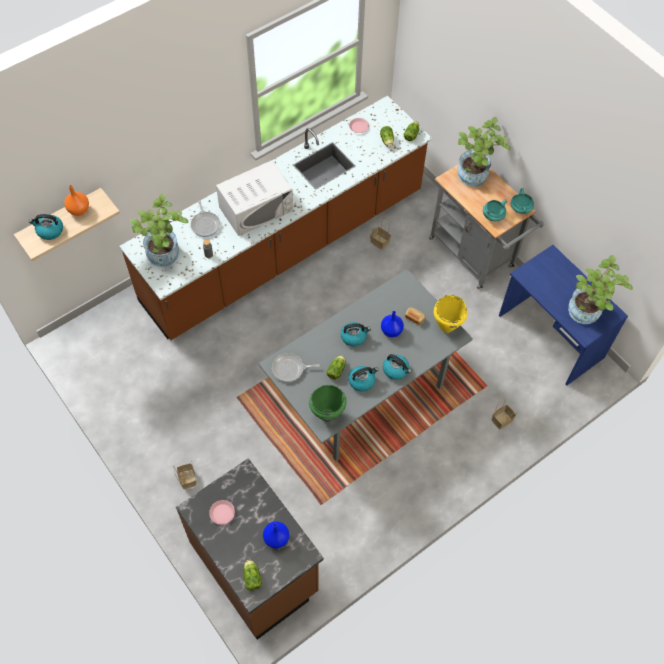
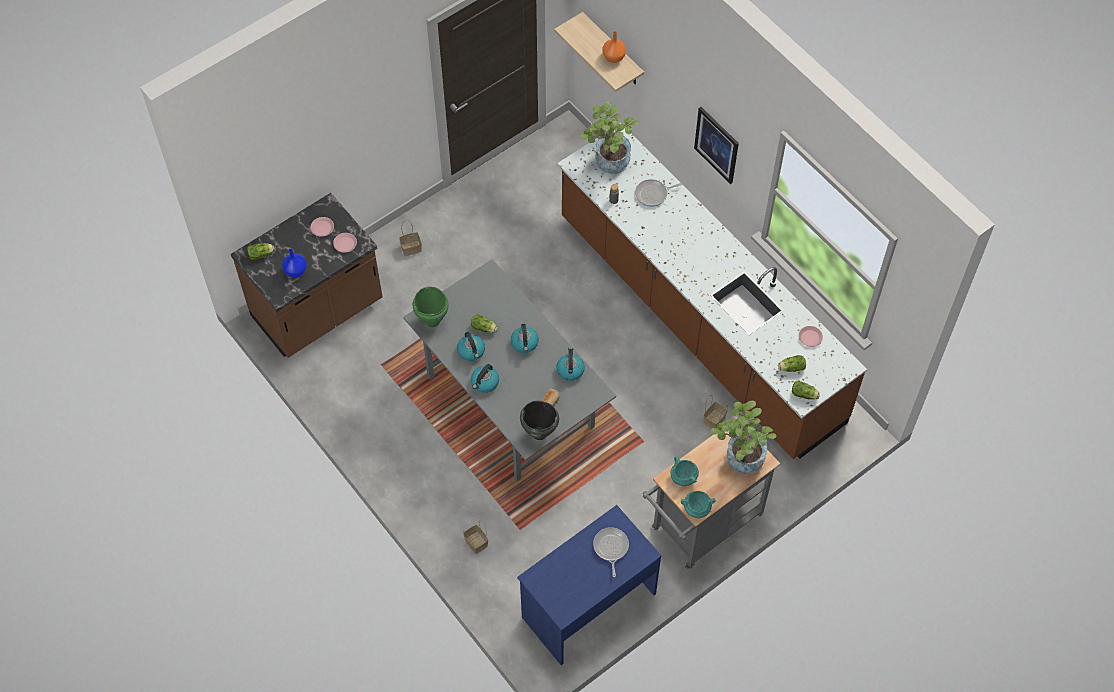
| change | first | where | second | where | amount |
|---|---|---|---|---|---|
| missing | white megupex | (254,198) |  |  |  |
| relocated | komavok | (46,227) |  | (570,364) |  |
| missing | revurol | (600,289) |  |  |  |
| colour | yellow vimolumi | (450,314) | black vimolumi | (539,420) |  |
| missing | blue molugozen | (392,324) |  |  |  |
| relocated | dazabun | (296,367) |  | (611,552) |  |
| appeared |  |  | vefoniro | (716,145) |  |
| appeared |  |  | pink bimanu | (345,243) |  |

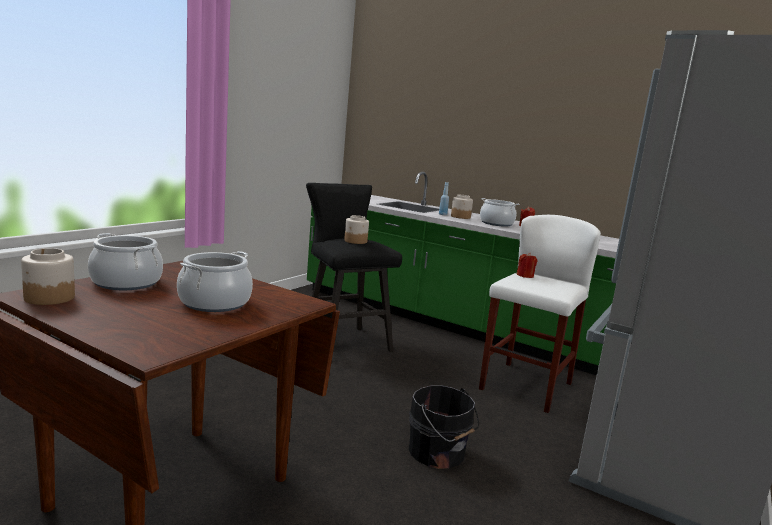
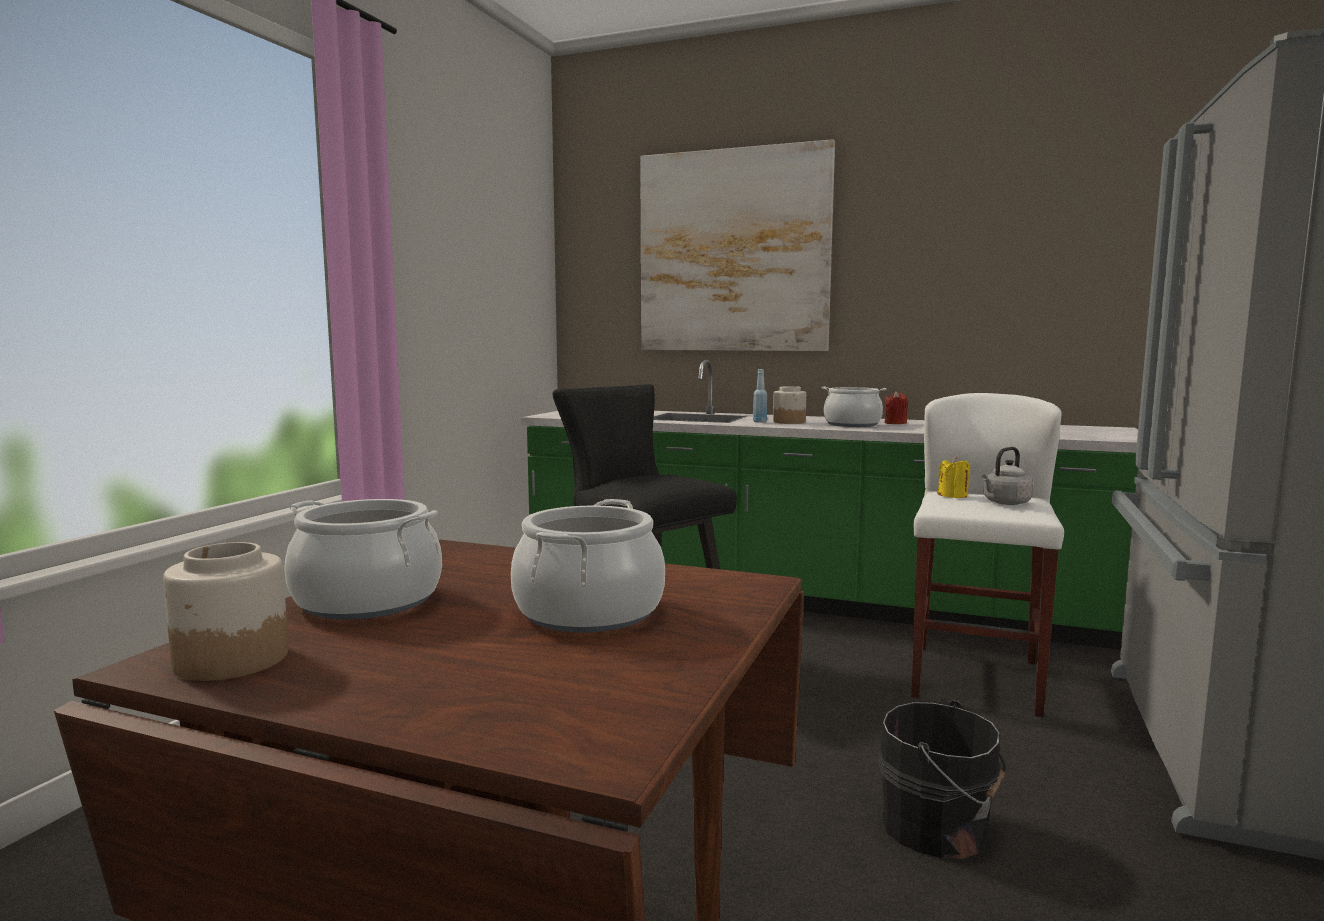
| change | first | where | second | where | amount |
|---|---|---|---|---|---|
| missing | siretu | (356,229) |  |  |  |
| colour | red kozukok | (527,265) | yellow kozukok | (953,477) |  |
| appeared |  |  | vefoniro | (737,245) |  |
| appeared |  |  | grey komavok | (1007,476) |  |

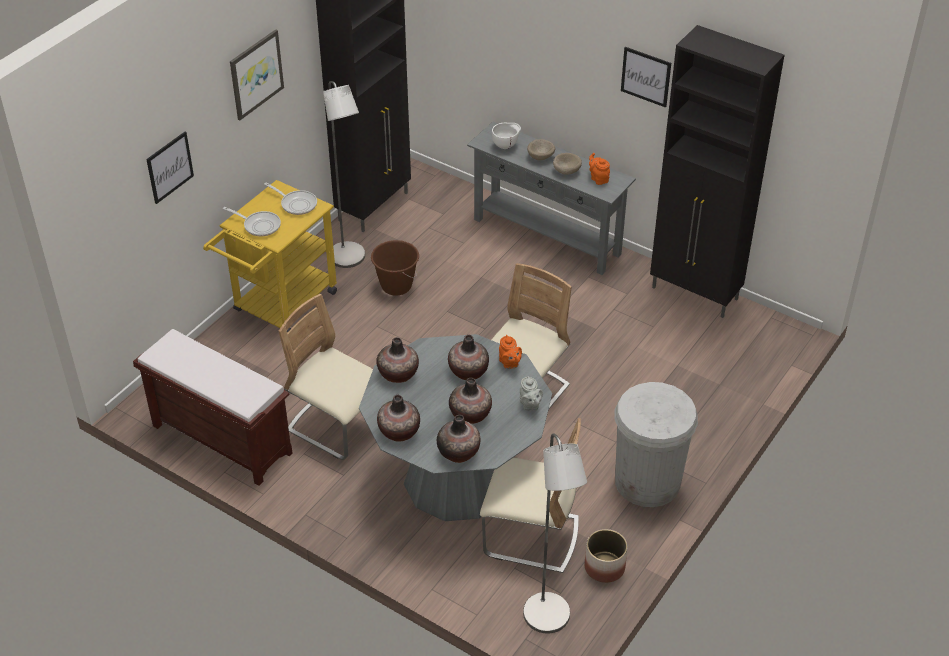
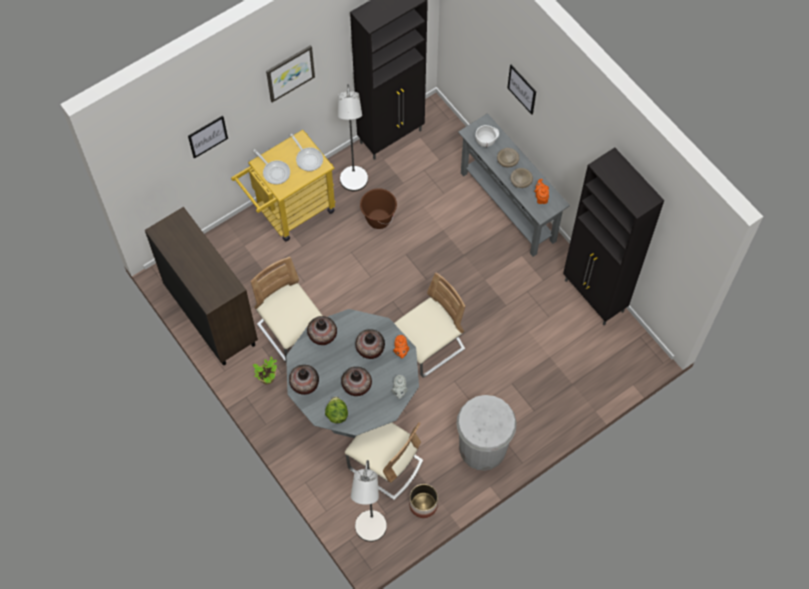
| change | first | where | second | where | amount |
|---|---|---|---|---|---|
| relocated | vefoniro | (646,77) |  | (521,90) |  |
| exchanged | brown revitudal | (212,407) | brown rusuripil | (201,286) |  |
| exchanged | molugozen | (458,439) | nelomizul | (336,410) |  |
| appeared |  |  | revurol | (265,370) |  |

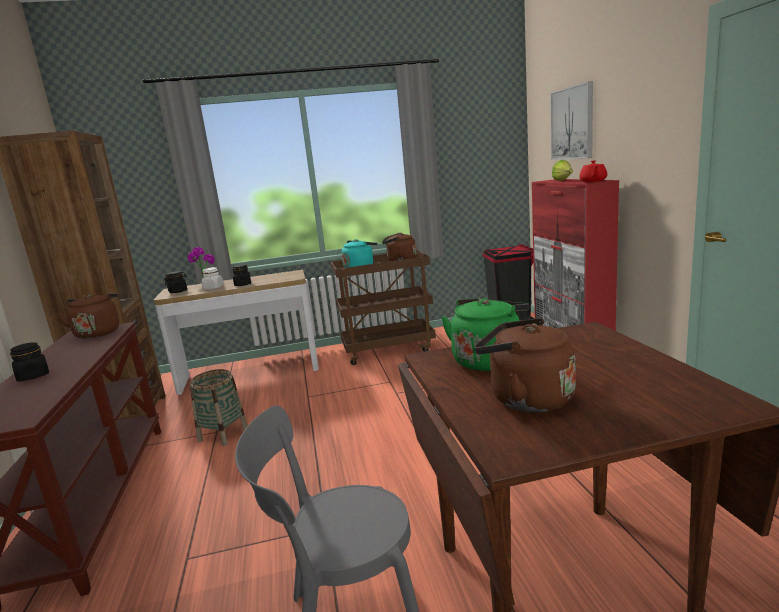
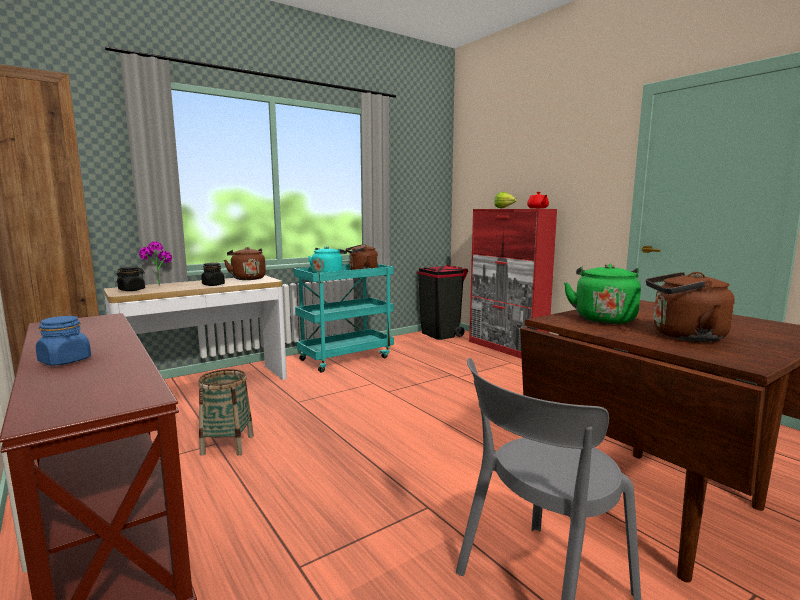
| change | first | where | second | where | amount |
|---|---|---|---|---|---|
| missing | vefoniro | (571,120) |  |  |  |
| colour | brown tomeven | (383,307) | turquoise tomeven | (344,318) |  |
| missing | white siretu | (213,278) |  |  |  |
| relocated | brown komavok | (88,316) |  | (245,263) |  |
| colour | black siretu | (29,361) | blue siretu | (63,341) |  |

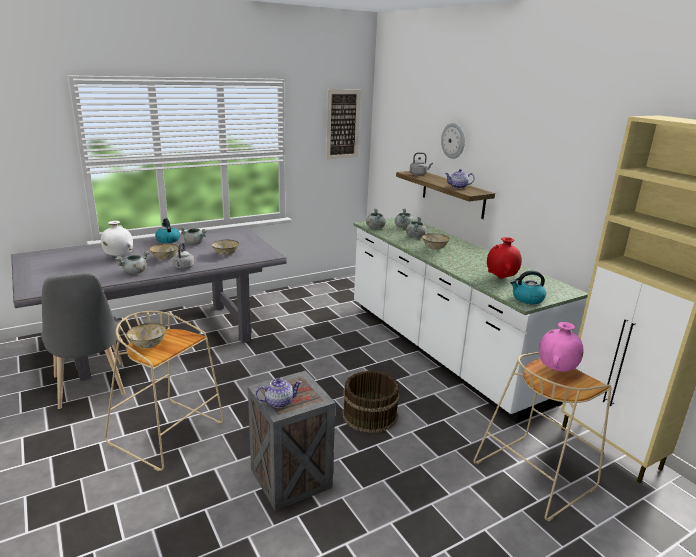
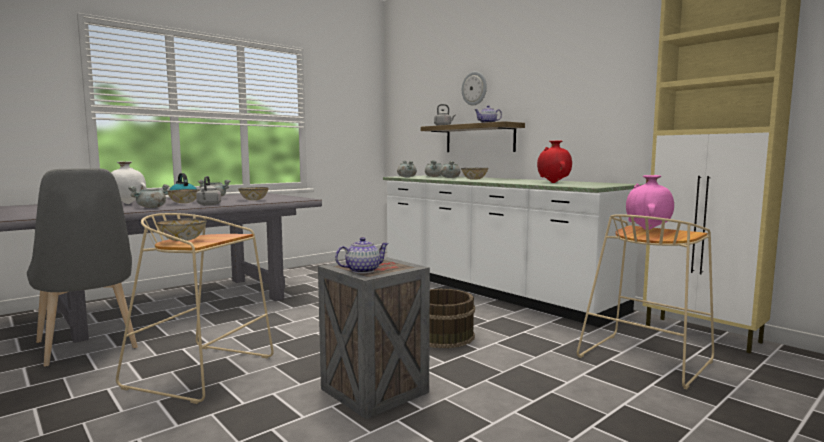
| change | first | where | second | where | amount |
|---|---|---|---|---|---|
| missing | vefoniro | (343,124) |  |  |  |
| missing | komavok | (528,287) |  |  |  |

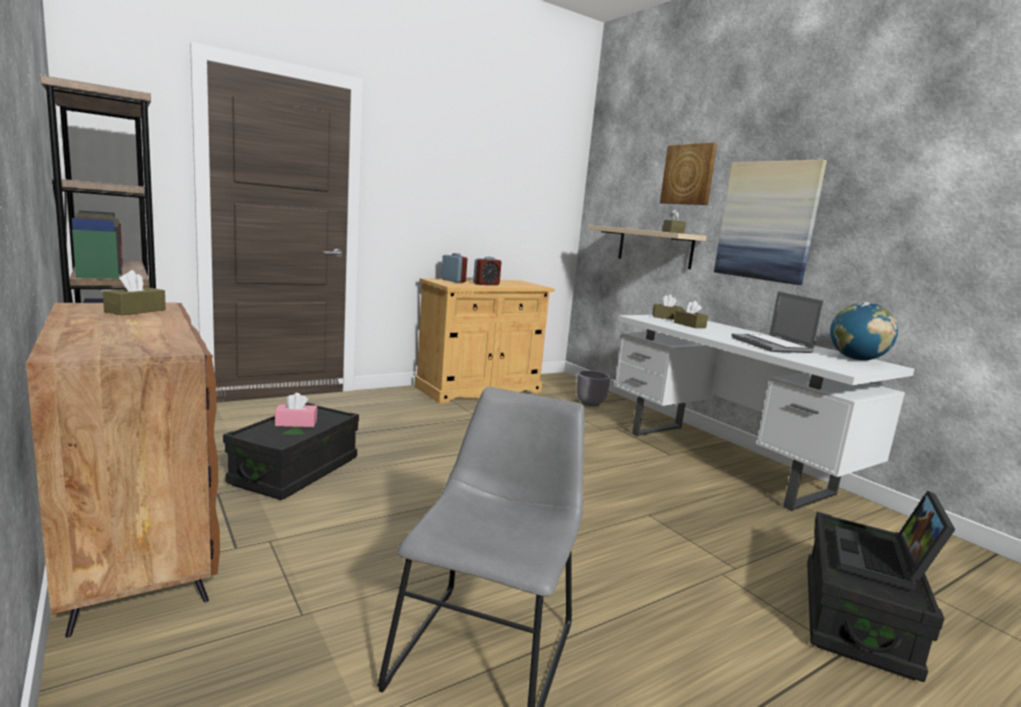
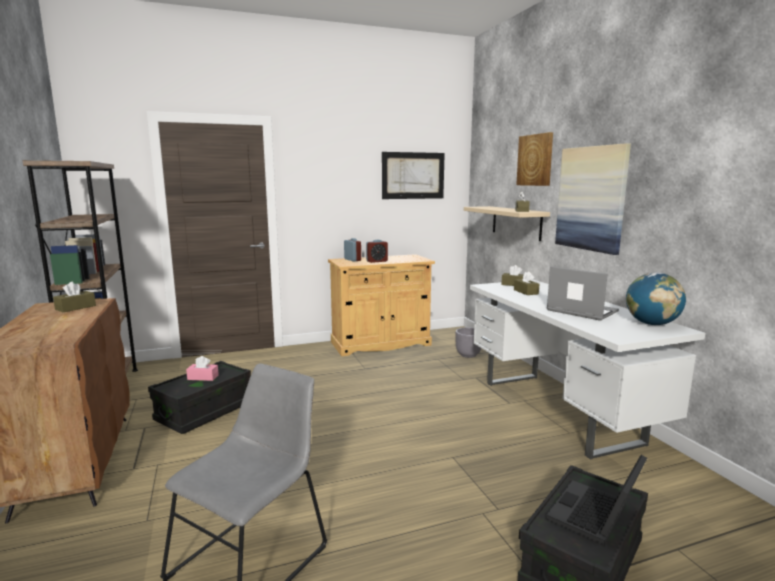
| change | first | where | second | where | amount |
|---|---|---|---|---|---|
| spun | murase | (777,322) |  | (583,293) | 135 degrees clockwise |
| appeared |  |  | vefoniro | (413,175) |  |

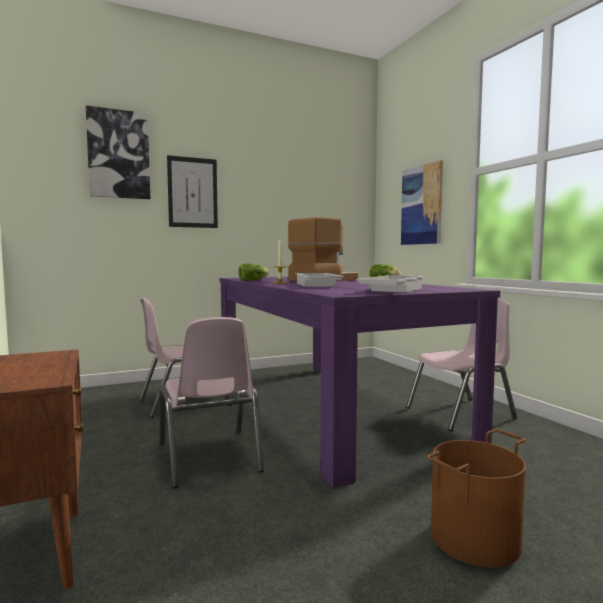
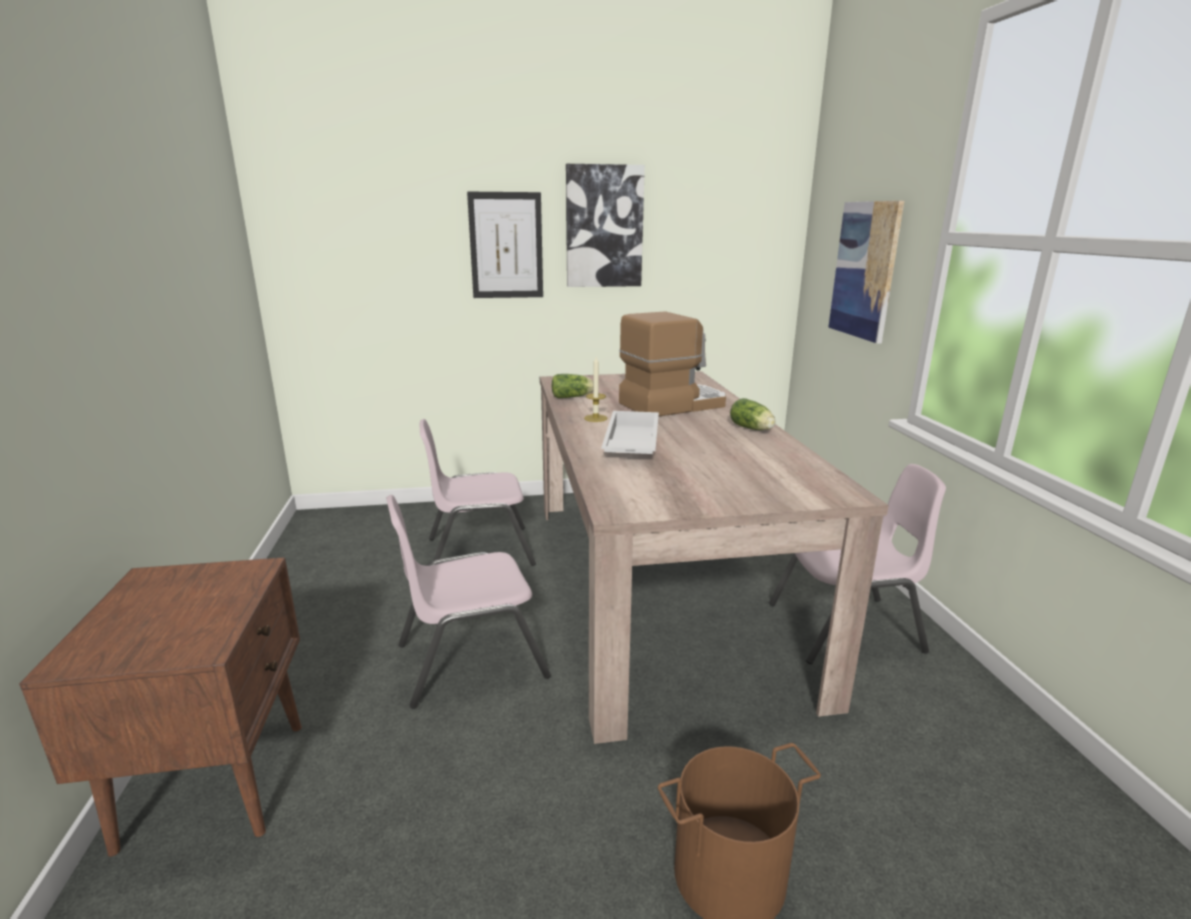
| change | first | where | second | where | amount |
|---|---|---|---|---|---|
| relocated | vefoniro | (118,152) |  | (605,225) |  |
| missing | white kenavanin | (390,283) |  |  |  |
| colour | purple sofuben | (360,382) | beige sofuben | (714,557) |  |
| spun | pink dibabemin | (211,402) |  | (468,602) | 75 degrees clockwise |

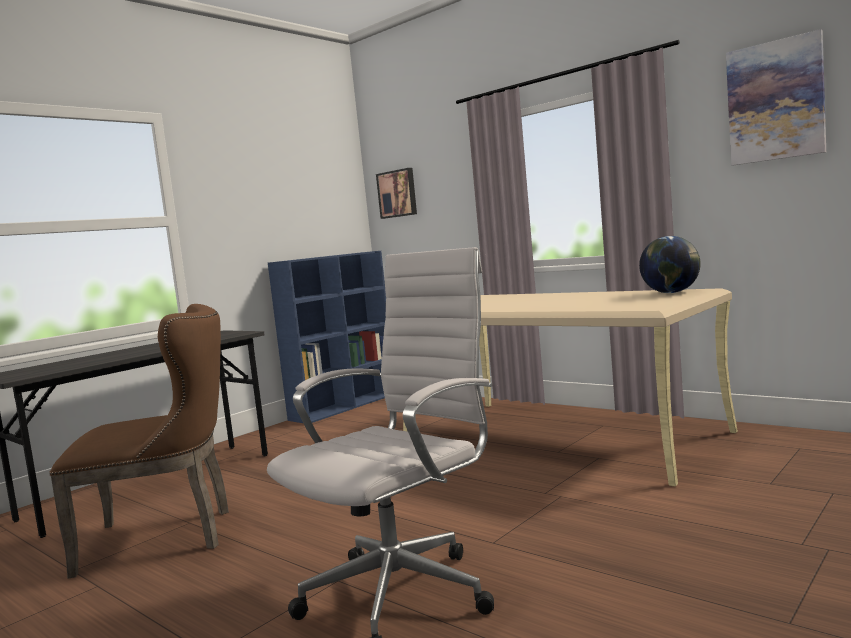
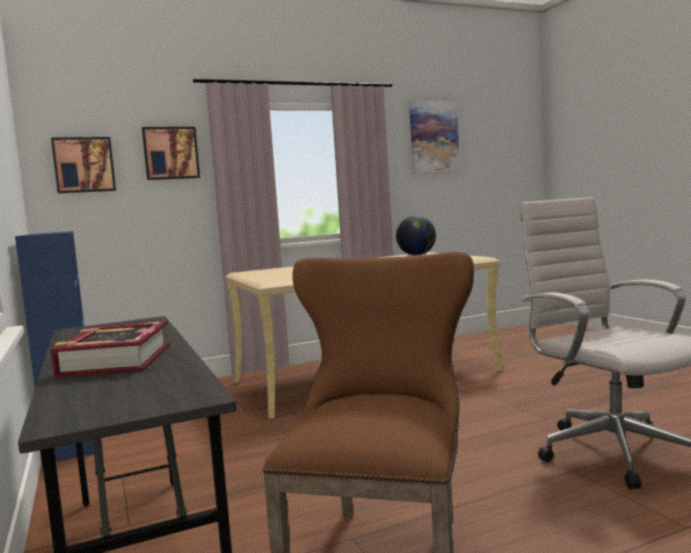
| change | first | where | second | where | amount |
|---|---|---|---|---|---|
| appeared |  |  | vefoniro | (171,153) |  |
| appeared |  |  | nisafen | (110,349) |  |

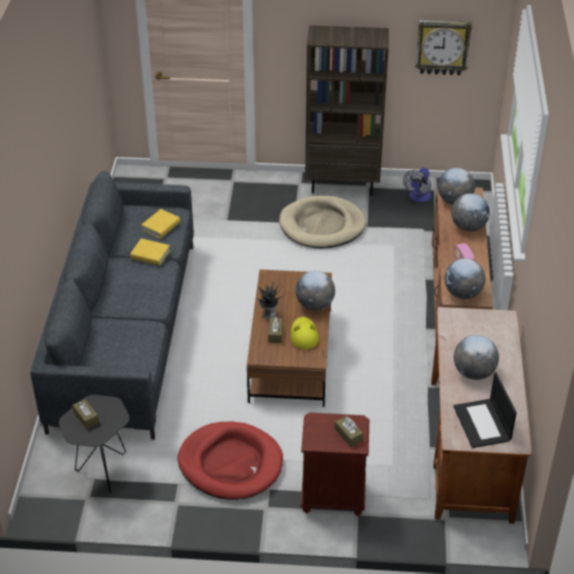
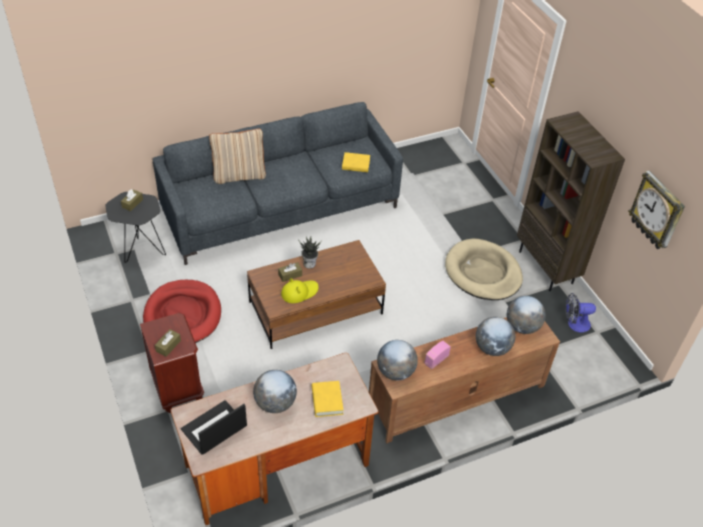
| change | first | where | second | where | amount |
|---|---|---|---|---|---|
| relocated | yellow nisafen | (150,252) |  | (327,399) |  |
| missing | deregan | (315,291) |  |  |  |
| appeared |  |  | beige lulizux | (237,156) |  |

